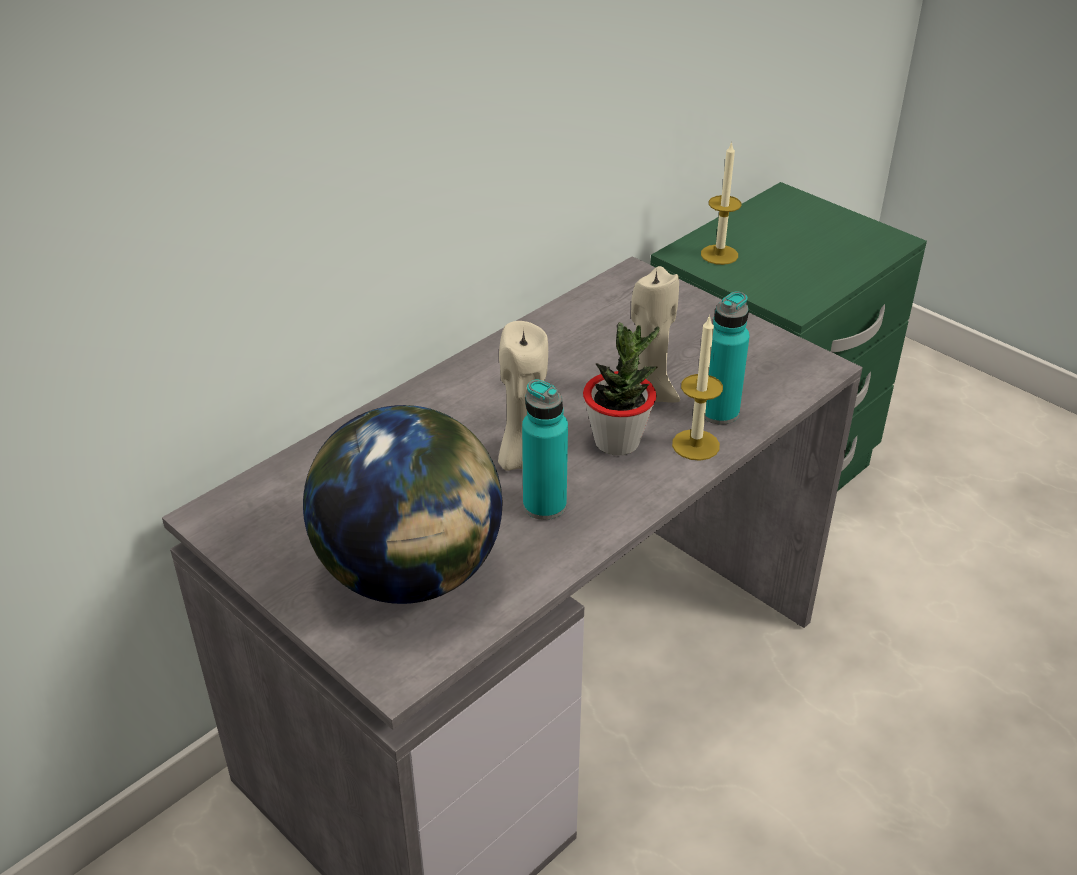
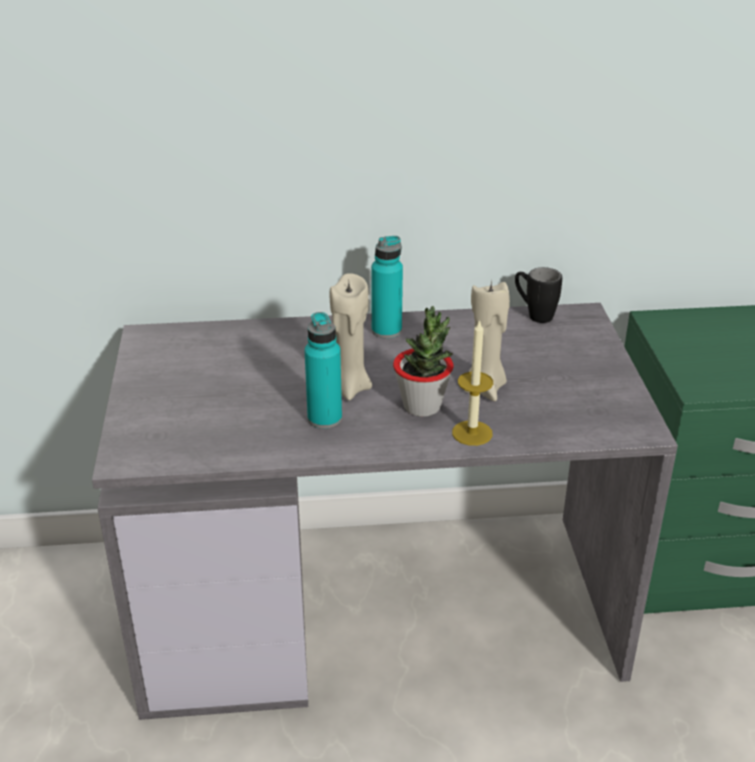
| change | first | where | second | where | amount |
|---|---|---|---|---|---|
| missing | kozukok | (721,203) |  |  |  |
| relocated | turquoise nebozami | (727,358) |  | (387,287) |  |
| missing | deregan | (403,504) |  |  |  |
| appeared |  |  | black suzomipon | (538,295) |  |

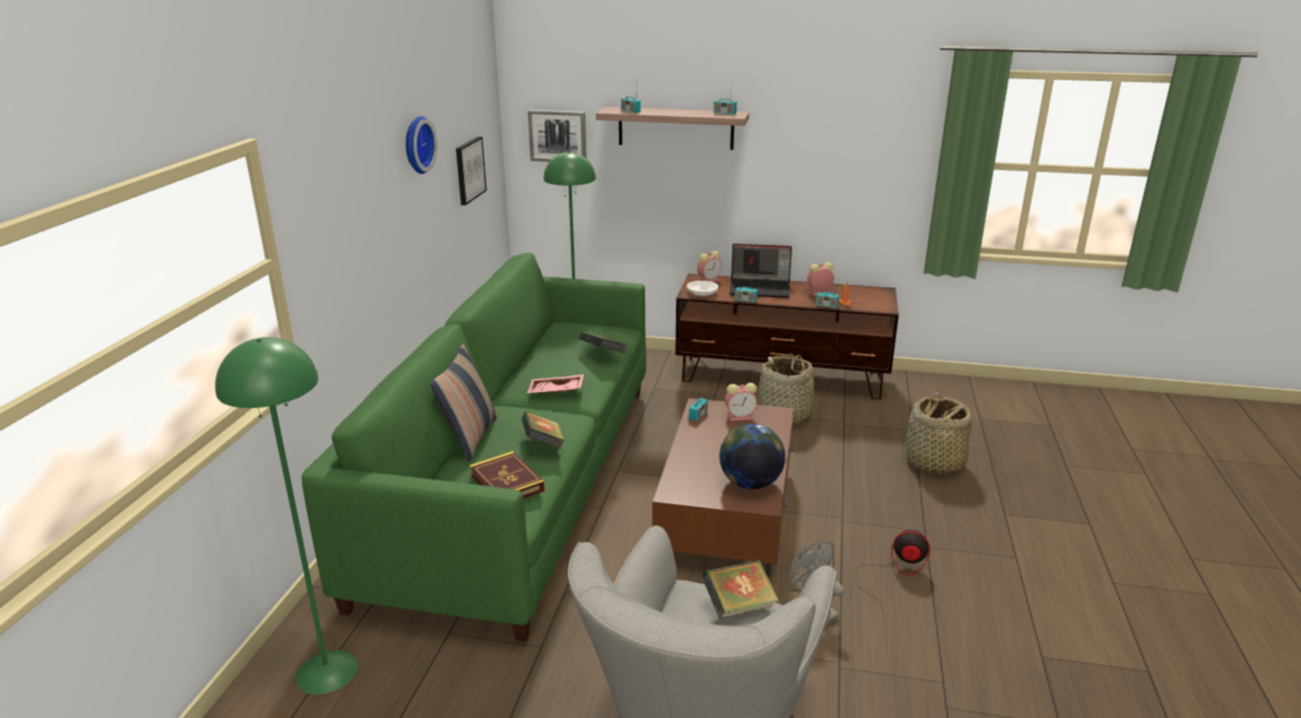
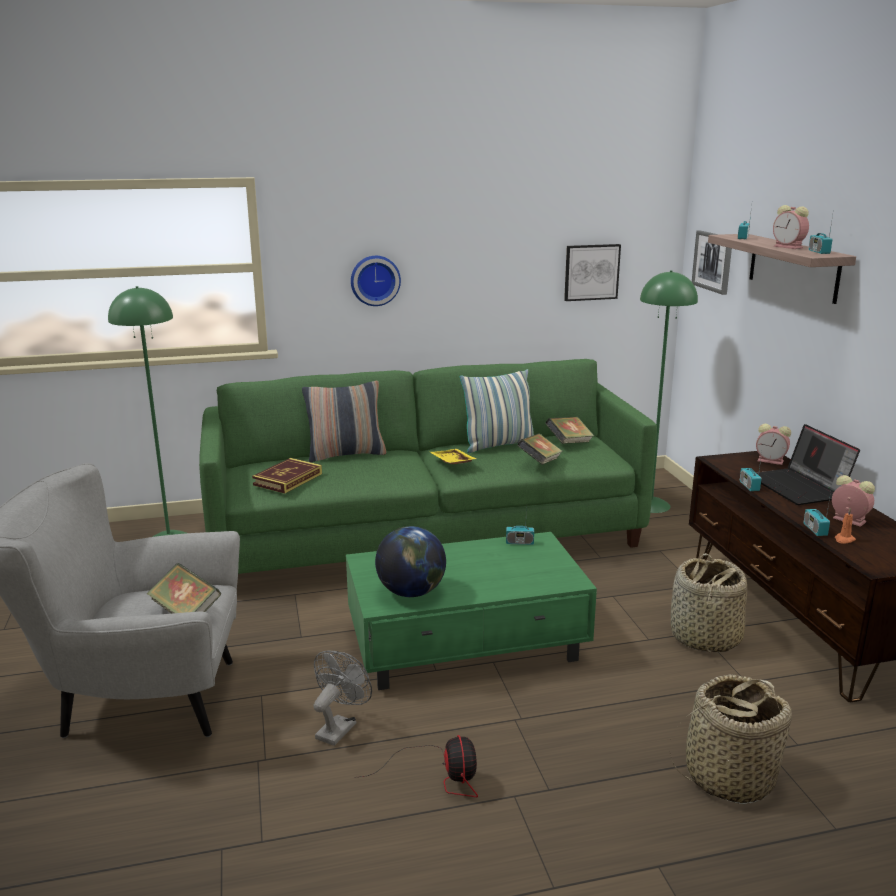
| change | first | where | second | where | amount |
|---|---|---|---|---|---|
| relocated | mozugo | (421,145) |  | (376,281) |  |
| missing | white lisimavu | (702,288) |  |  |  |
| colour | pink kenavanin | (555,383) | yellow kenavanin | (453,456) |  |
| relocated | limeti | (741,402) |  | (791,227) |  |
| colour | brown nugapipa | (723,487) | green nugapipa | (471,611) |  |
| relocated | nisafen | (543,430) |  | (569,430) |  |
| appeared |  |  | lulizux | (497,411) |  |

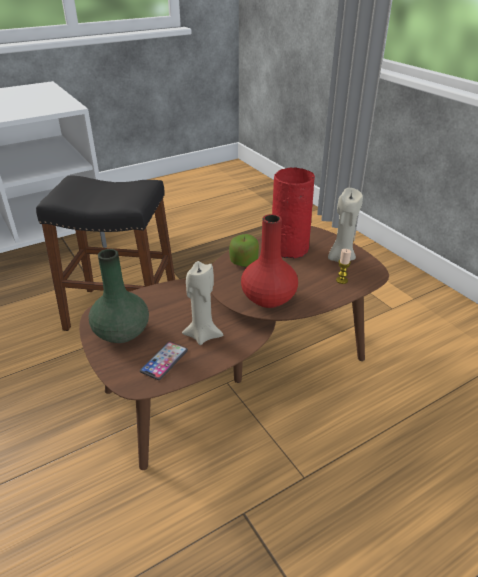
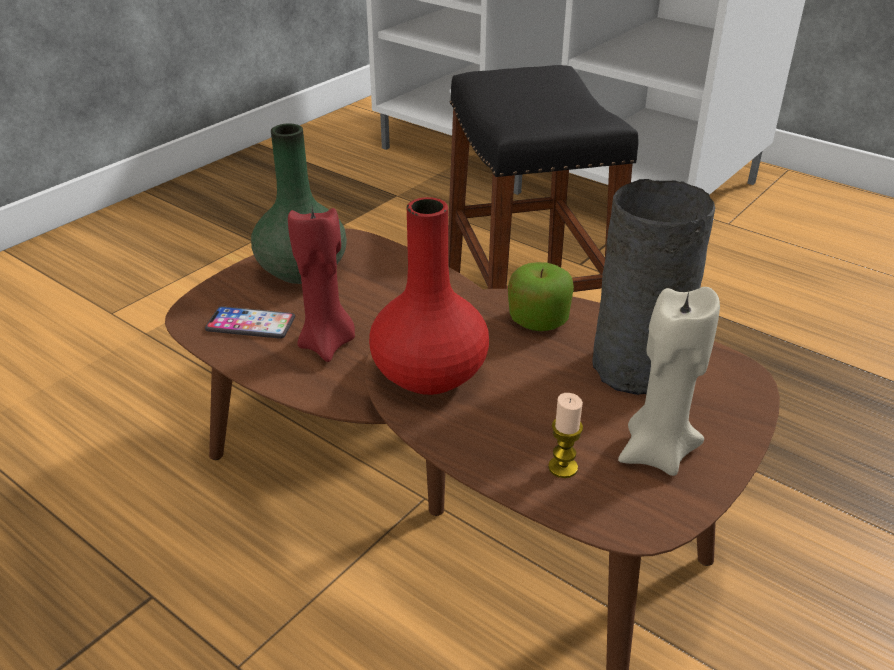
| change | first | where | second | where | amount |
|---|---|---|---|---|---|
| colour | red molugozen | (293,213) | grey molugozen | (653,287) |  |
| colour | beige kozukok | (202,303) | red kozukok | (321,284) |  |

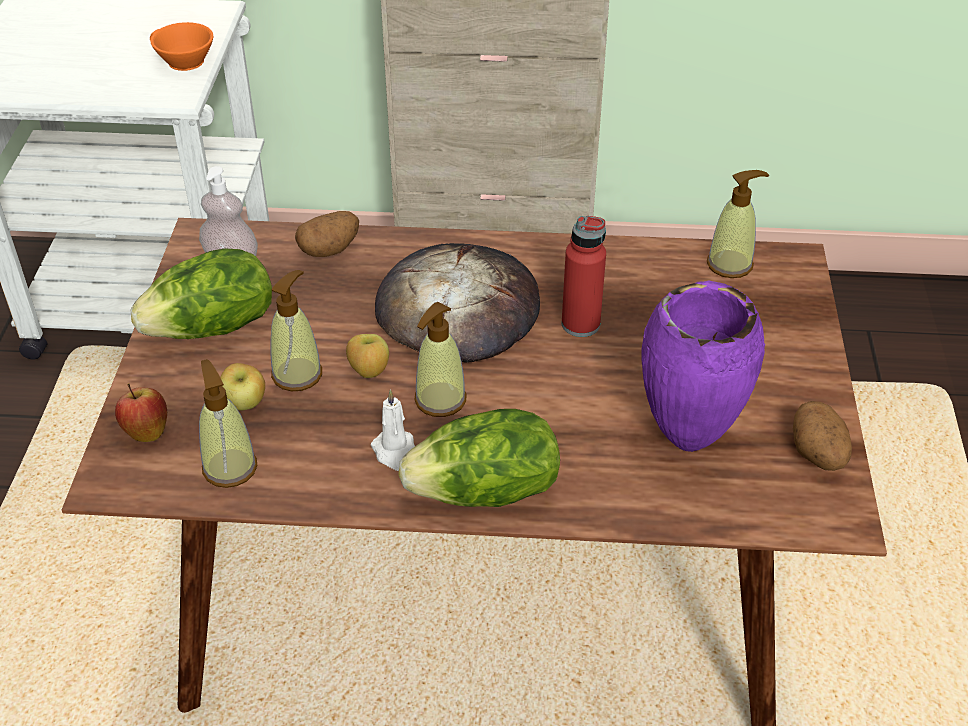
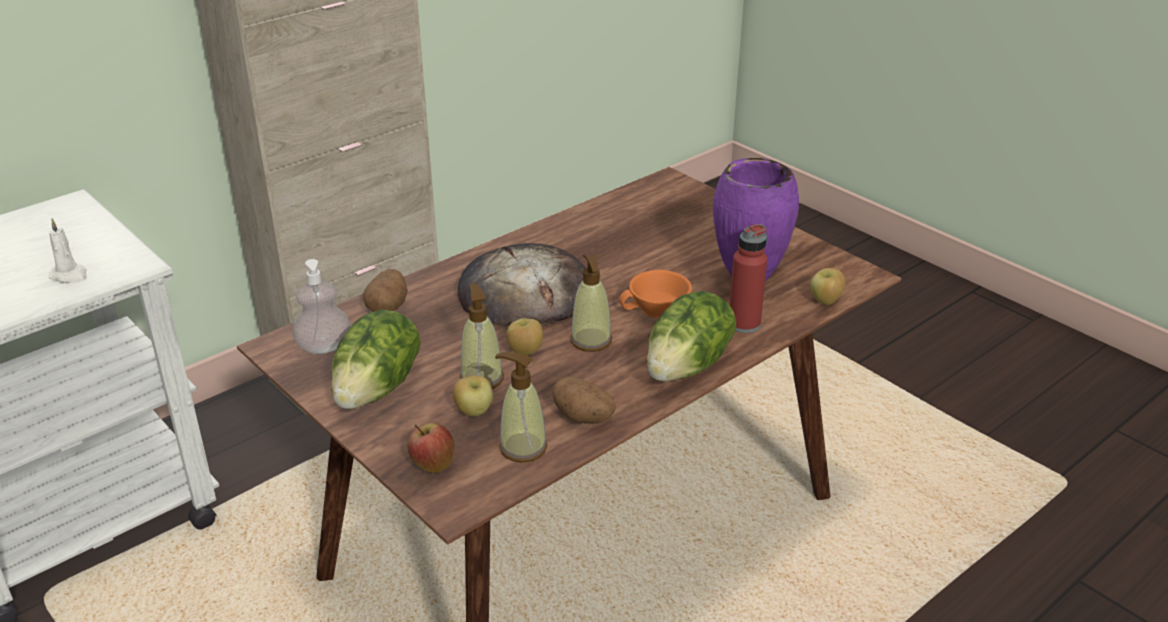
| change | first | where | second | where | amount |
|---|---|---|---|---|---|
| relocated | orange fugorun | (181,46) |  | (655,294) |  |
| missing | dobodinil | (738,224) |  |  |  |
| relocated | red nebozami | (584,276) |  | (748,278) |  |
| relocated | white kozukok | (393,430) |  | (67,251) |  |
| relocated | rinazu | (822,436) |  | (584,400) |  |
| appeared |  |  | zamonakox | (828,286) |  |

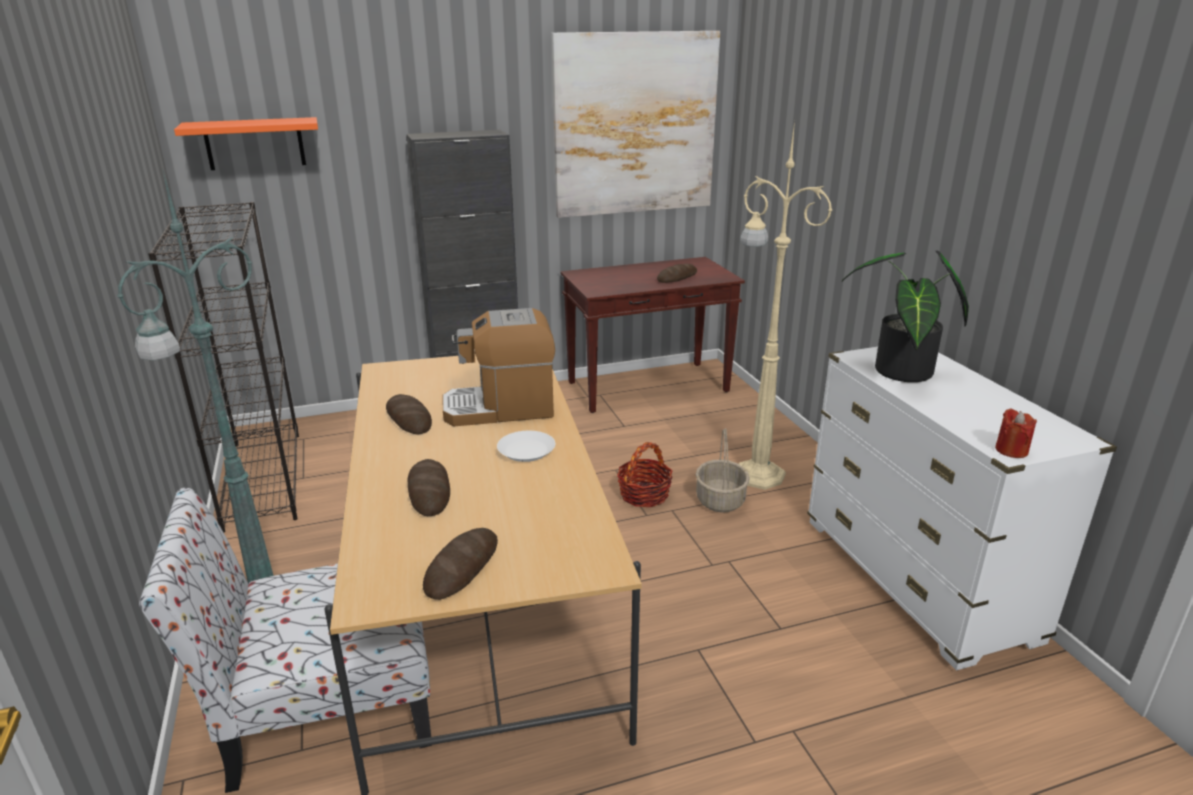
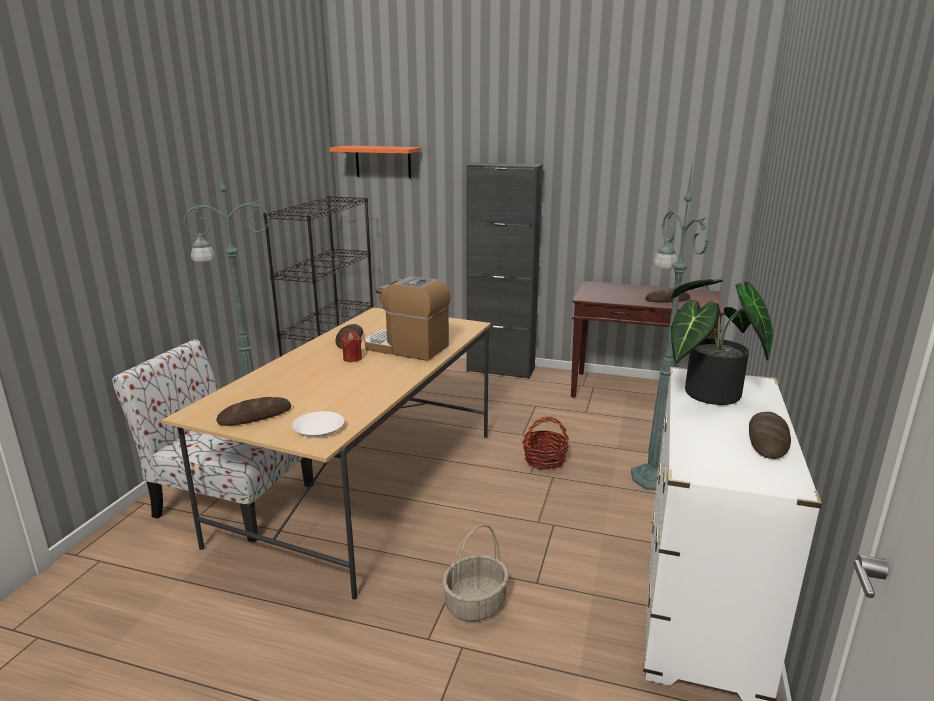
| change | first | where | second | where | amount |
|---|---|---|---|---|---|
| missing | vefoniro | (635,124) |  |  |  |
| colour | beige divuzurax | (785,305) | green divuzurax | (670,325) |  |
| relocated | red kozukok | (1016,433) |  | (351,347) |  |
| relocated | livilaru | (723,470) |  | (476,573) |  |
| relocated | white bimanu | (526,446) |  | (318,424) |  |
| relocated | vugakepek | (428,487) |  | (770,435) |  |

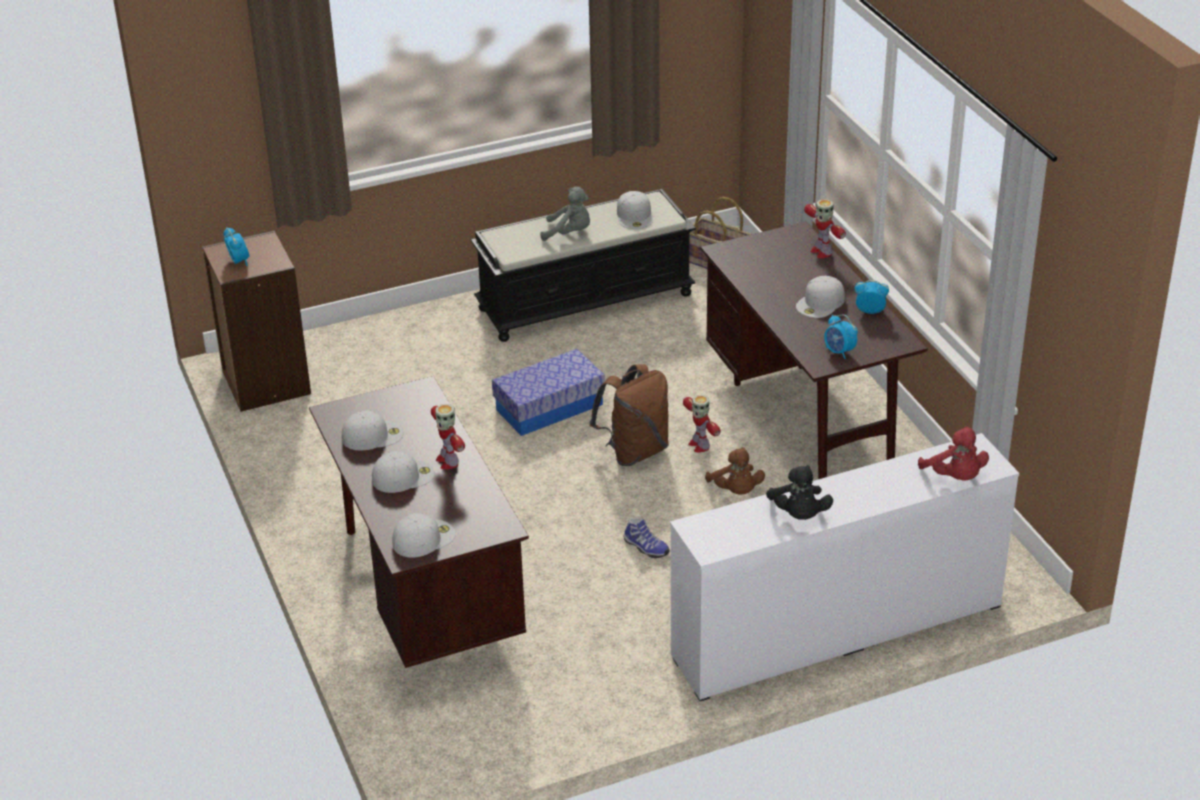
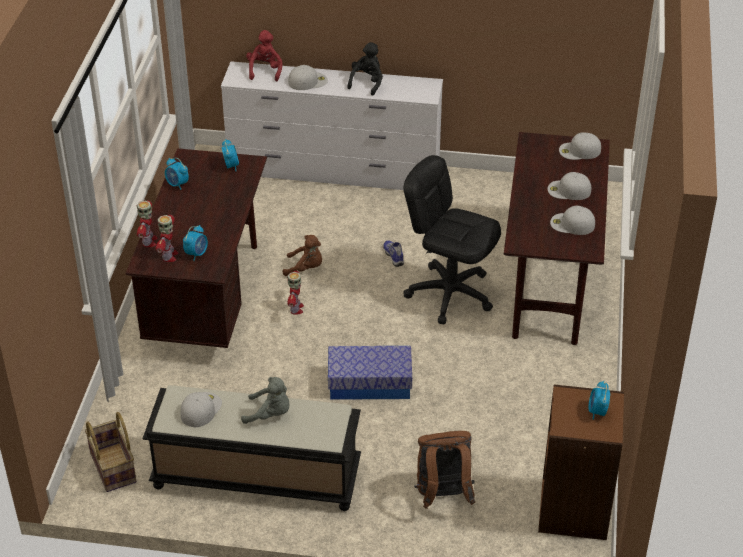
| change | first | where | second | where | amount |
|---|---|---|---|---|---|
| spun | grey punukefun | (565,214) |  | (265,400) | 150 degrees clockwise |
| relocated | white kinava | (820,297) |  | (308,77) |  |
| relocated | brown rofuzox | (629,415) |  | (444,470) |  |
| relocated | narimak | (448,437) |  | (167,238) |  |
| spun | brown punukefun | (735,471) |  | (302,255) | 90 degrees clockwise |
| appeared |  |  | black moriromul | (452,239) |  |
| appeared |  |  | limeti | (195,243) |  |

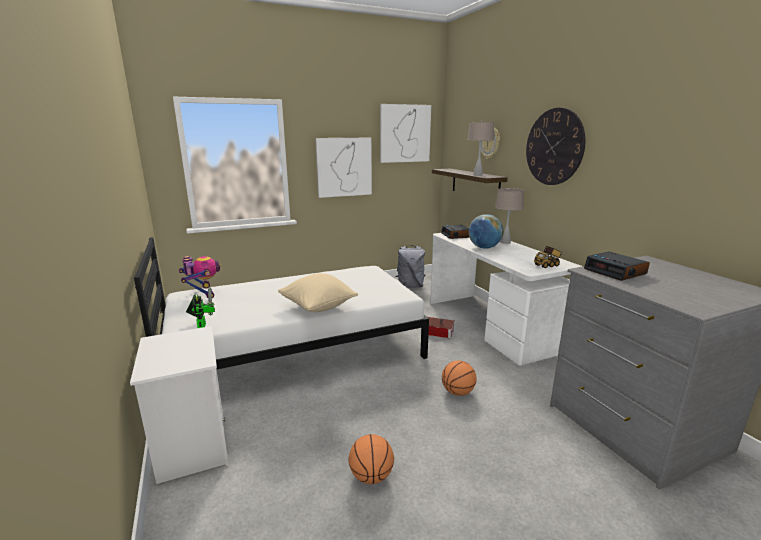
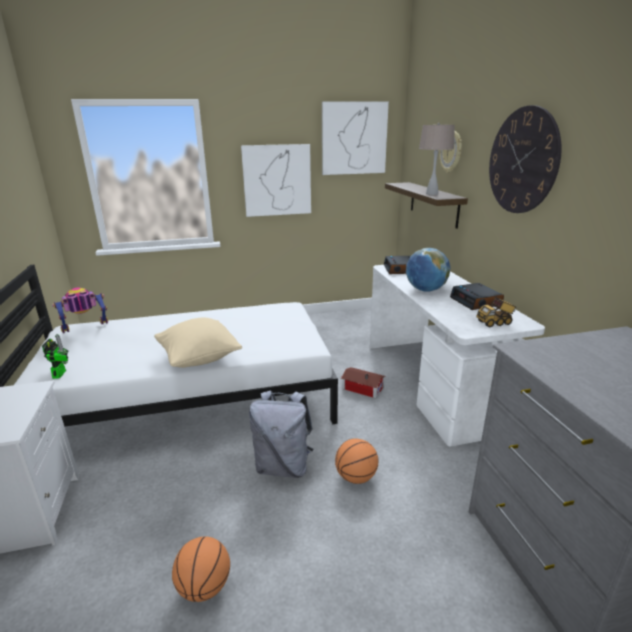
| change | first | where | second | where | amount |
|---|---|---|---|---|---|
| missing | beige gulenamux | (509,216) |  |  |  |
| relocated | grey rofuzox | (410,266) |  | (281,434) |  |
| relocated | limeti | (617,266) |  | (477,296) |  |
| spun | narimak | (200,277) |  | (80,310) | 105 degrees counterclockwise |

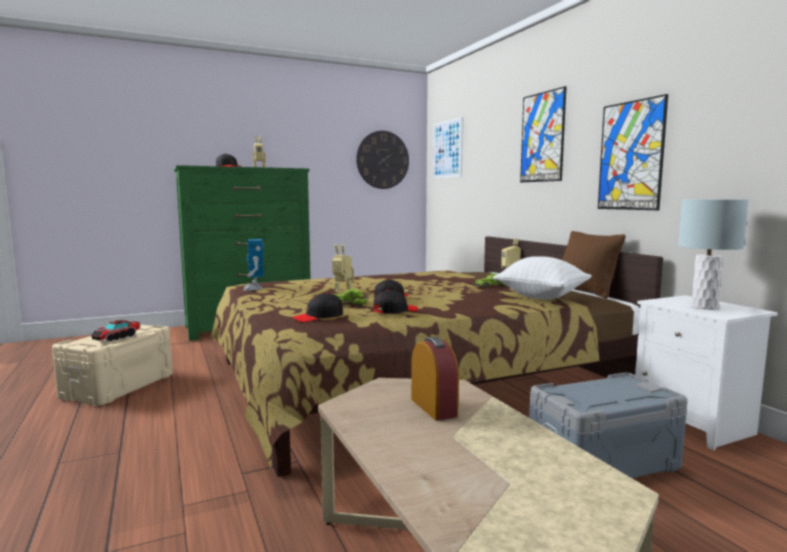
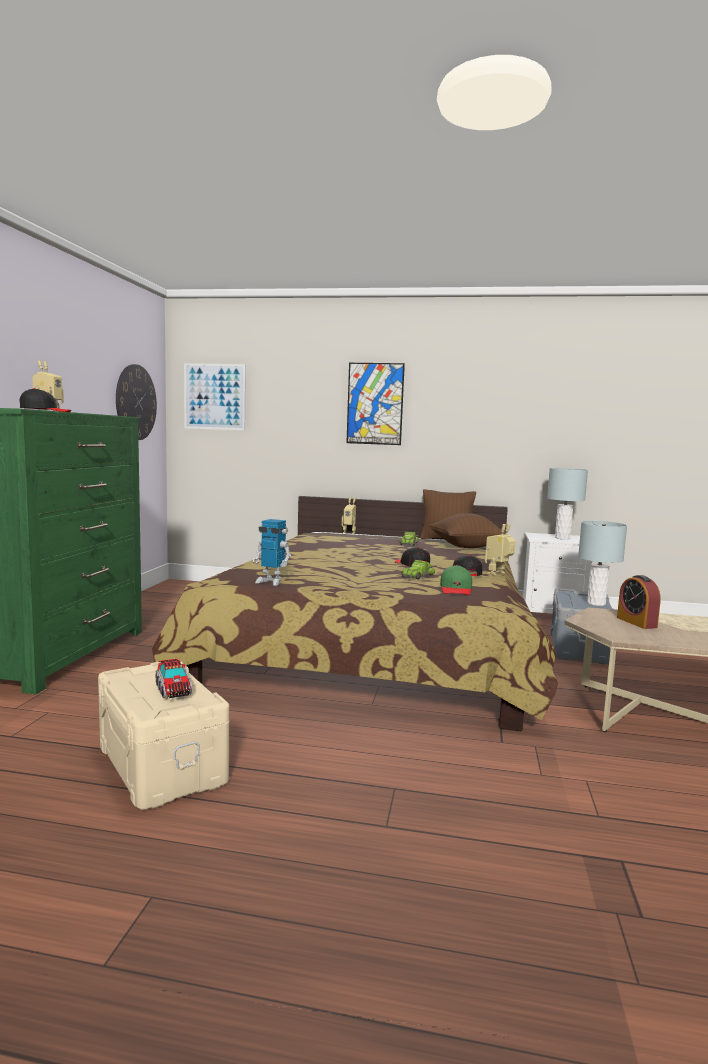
| change | first | where | second | where | amount |
|---|---|---|---|---|---|
| missing | vefoniro | (633,152) |  |  |  |
| relocated | narimak | (343,268) |  | (500,549) |  |
| colour | white lulizux | (542,278) | brown lulizux | (467,530) |  |
| colour | black kinava | (317,307) | green kinava | (456,580) |  |
| spun | limeti | (435,379) |  | (639,602) | 120 degrees counterclockwise |
| appeared |  |  | grey gulenamux | (602,563) |  |

